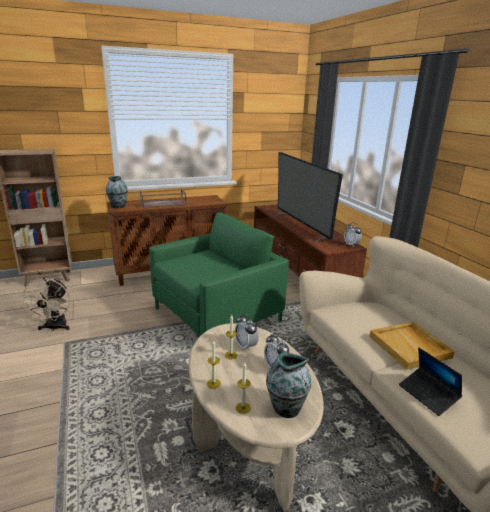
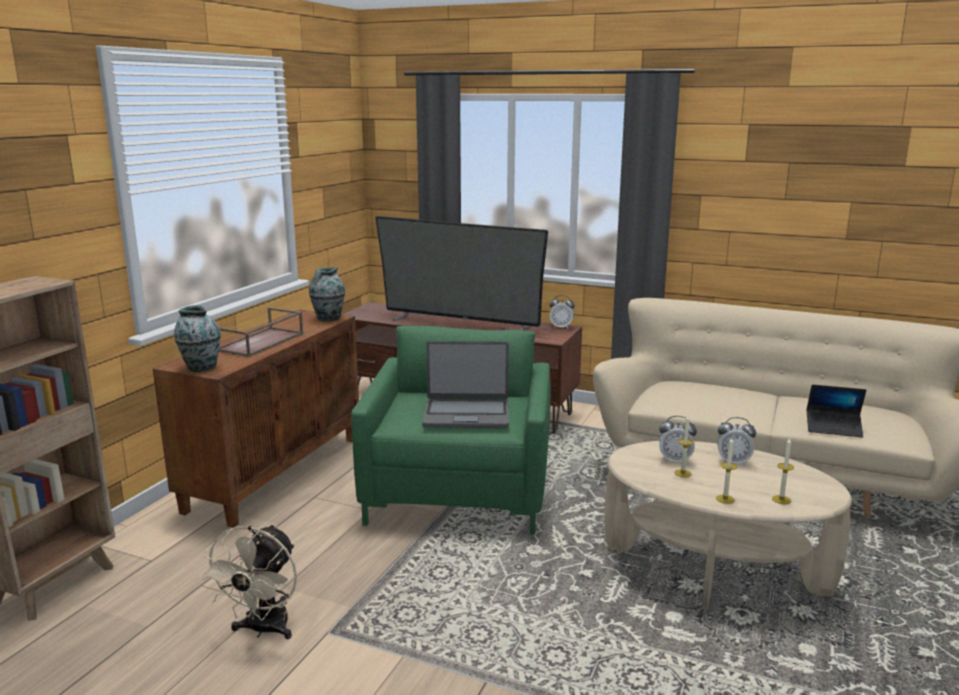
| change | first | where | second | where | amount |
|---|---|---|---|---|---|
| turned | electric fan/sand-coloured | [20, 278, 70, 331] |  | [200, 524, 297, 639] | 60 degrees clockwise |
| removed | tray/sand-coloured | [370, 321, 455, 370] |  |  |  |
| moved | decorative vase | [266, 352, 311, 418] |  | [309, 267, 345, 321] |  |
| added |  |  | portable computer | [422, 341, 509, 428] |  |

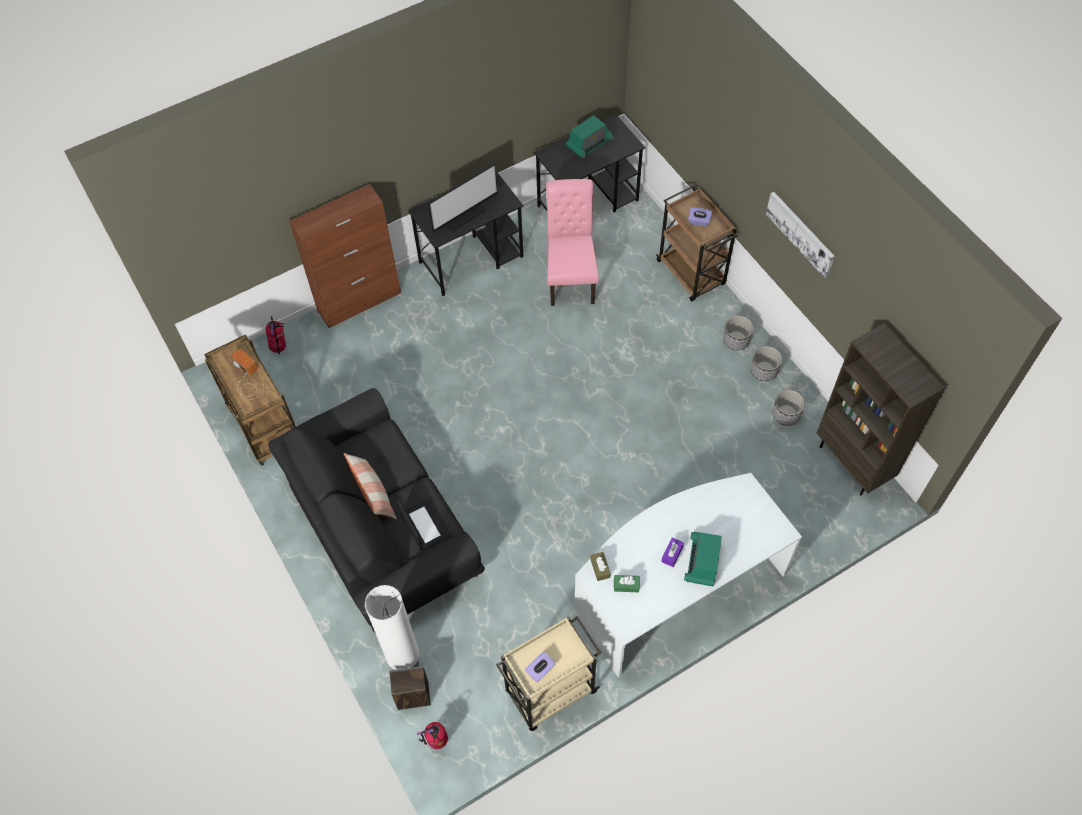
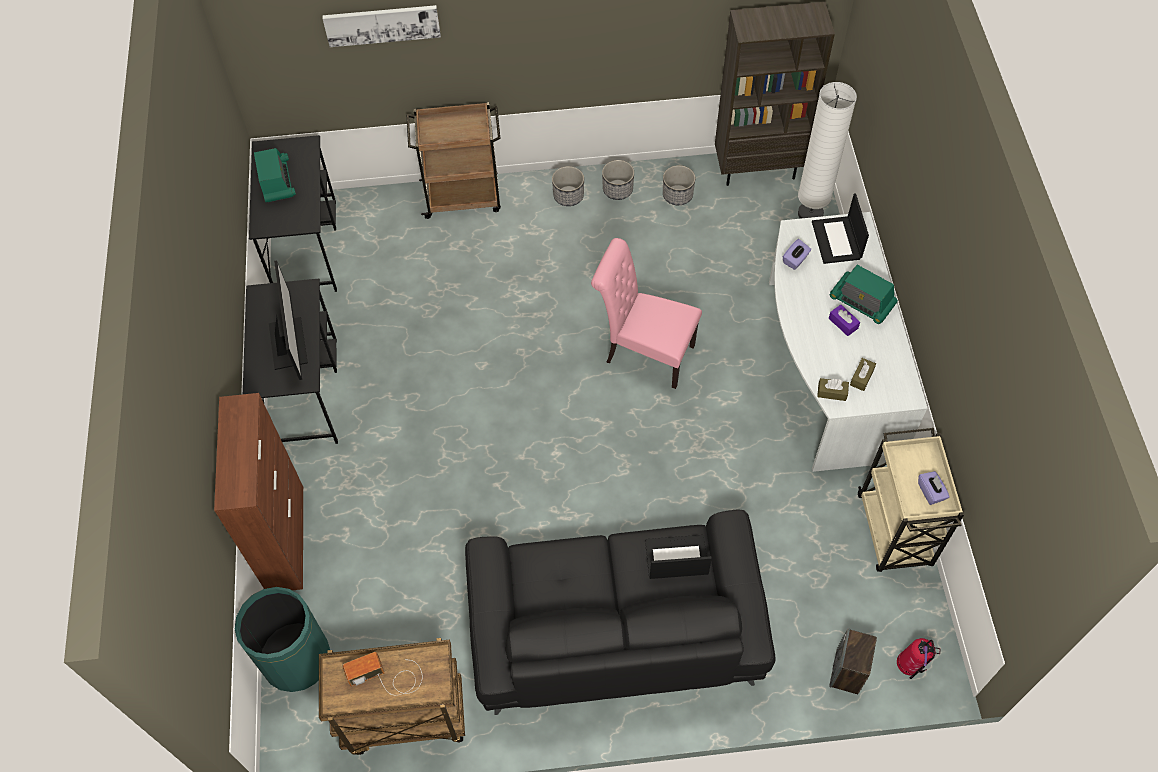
| change | first | where | second | where | amount |
|---|---|---|---|---|---|
| moved | plain chair/pink | [546, 179, 599, 306] |  | [591, 238, 702, 389] |  |
| moved | picture | [766, 192, 835, 278] |  | [322, 5, 441, 47] |  |
| moved | box of tissues/purplish | [688, 207, 712, 227] |  | [783, 239, 811, 270] |  |
| replaced | fire extinguisher | [266, 316, 286, 354] | trash can/green | [235, 587, 330, 692] |  |
| removed | cushion | [344, 453, 397, 519] |  |  |  |
| recoloured | box of tissues/green | [614, 575, 640, 592] | box of tissues/brown | [850, 358, 876, 391] |  |
| moved | standard lamp/white | [365, 585, 419, 670] |  | [798, 82, 857, 219] |  |
| added |  |  | portable computer | [812, 193, 869, 264] |  |

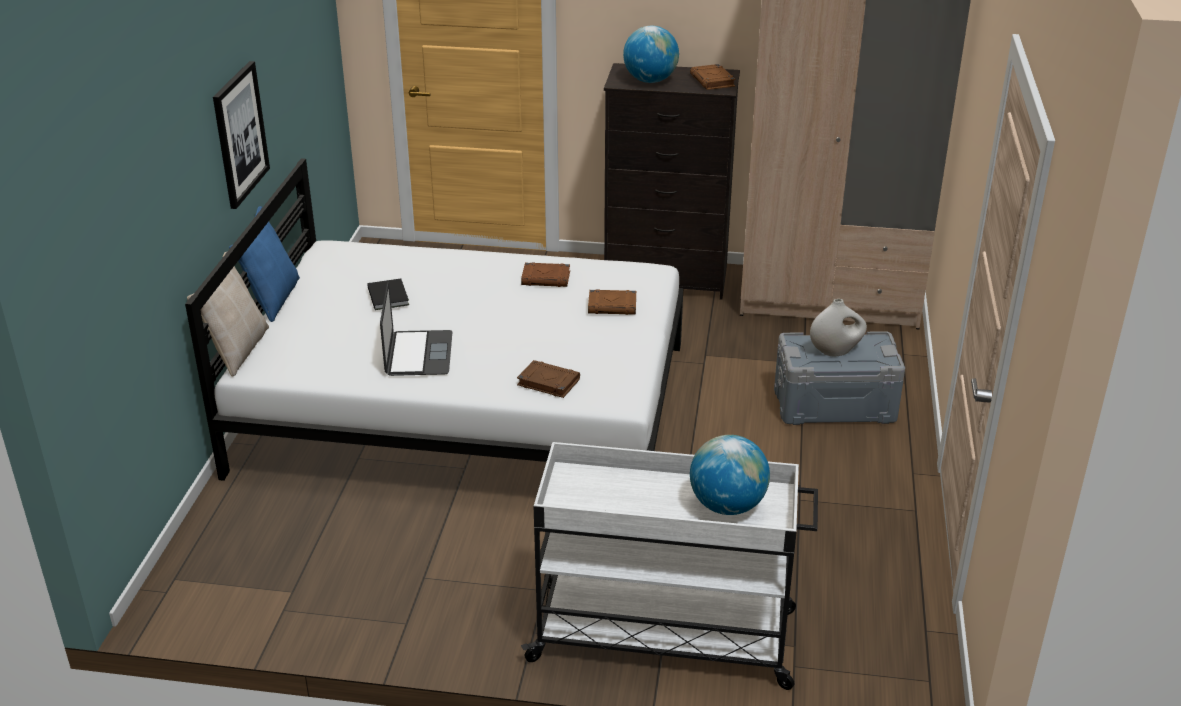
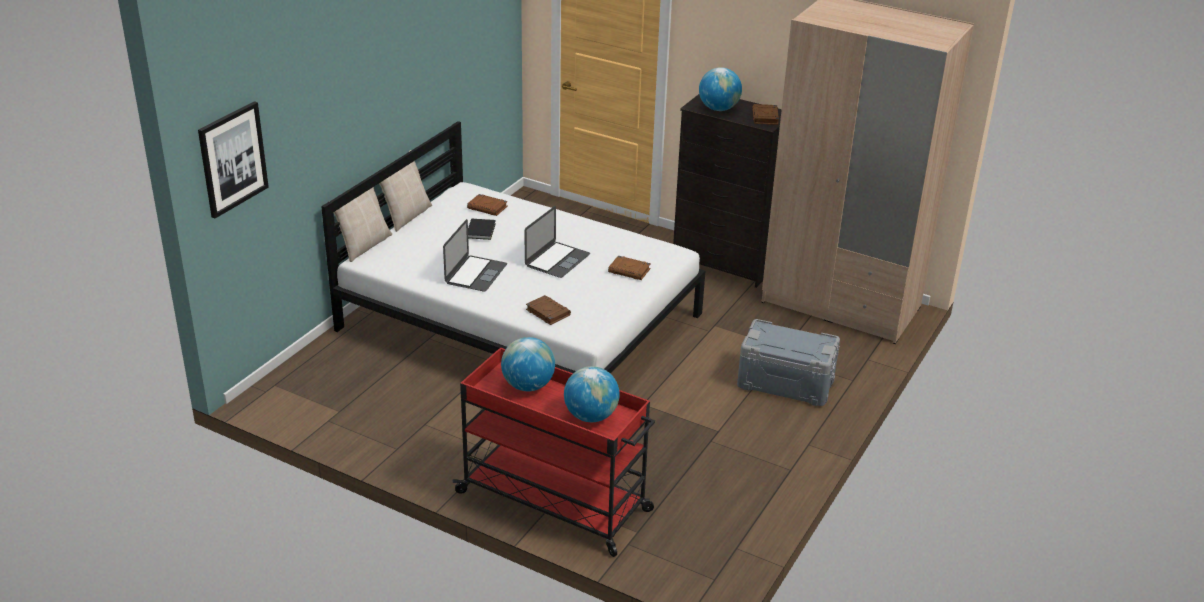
| change | first | where | second | where | amount |
|---|---|---|---|---|---|
| moved | picture | [213, 61, 270, 209] |  | [198, 101, 269, 218] |  |
| recoloured | cushion/bluish | [229, 206, 300, 322] | cushion/sand-coloured | [379, 150, 432, 232] |  |
| moved | book/brown | [521, 262, 570, 287] |  | [467, 194, 508, 216] |  |
| removed | decorative vase/white | [810, 299, 867, 356] |  |  |  |
| recoloured | trolley/white | [521, 442, 818, 690] | trolley/reddish | [453, 347, 655, 557] |  |
| added |  |  | portable computer | [525, 206, 590, 278] |  |
| added |  |  | world globe | [501, 337, 555, 391] |  |

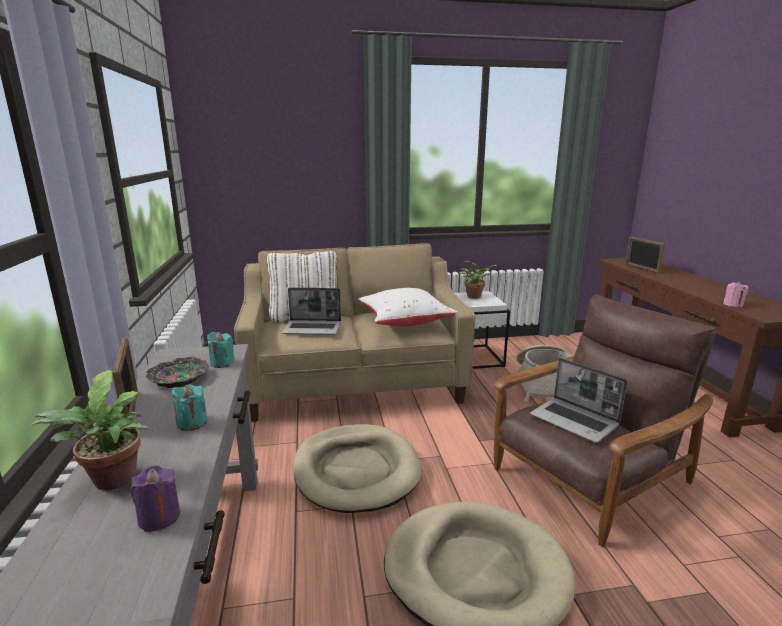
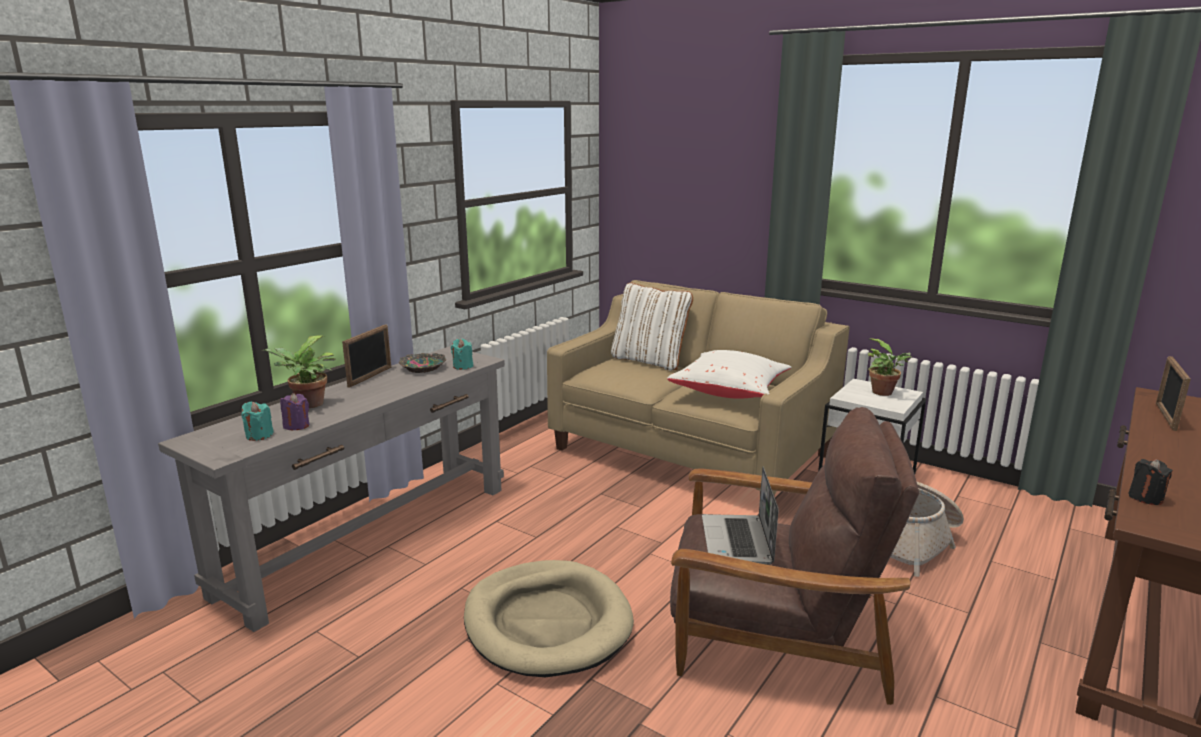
| change | first | where | second | where | amount |
|---|---|---|---|---|---|
| recoloured | wax light/pink | [723, 281, 749, 307] | wax light/black-coloured | [1128, 459, 1173, 505] |  |
| removed | portable computer | [282, 288, 341, 335] |  |  |  |
| moved | wax light/turquoise-coloured | [172, 384, 207, 431] |  | [241, 402, 274, 441] |  |
| removed | dog bed/sand-coloured | [293, 424, 421, 513] |  |  |  |

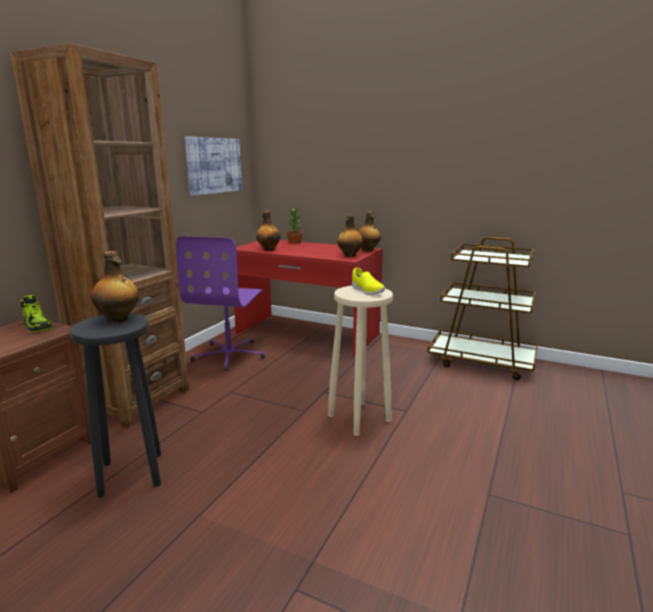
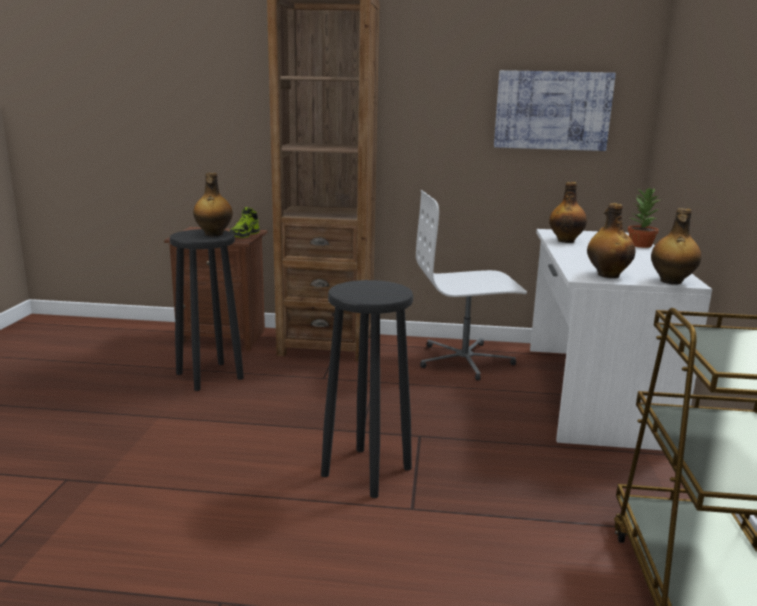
| change | first | where | second | where | amount |
|---|---|---|---|---|---|
| recoloured | desk chair/purplish | [176, 236, 265, 371] | desk chair/white | [416, 190, 527, 381] |  |
| recoloured | desk table/reddish | [234, 240, 383, 357] | desk table/white | [530, 229, 712, 450] |  |
| removed | item of footwear/yellowish | [352, 267, 385, 295] |  |  |  |
| recoloured | sitting stool/sand-coloured | [328, 286, 393, 436] | sitting stool/black-coloured | [321, 280, 413, 498] |  |

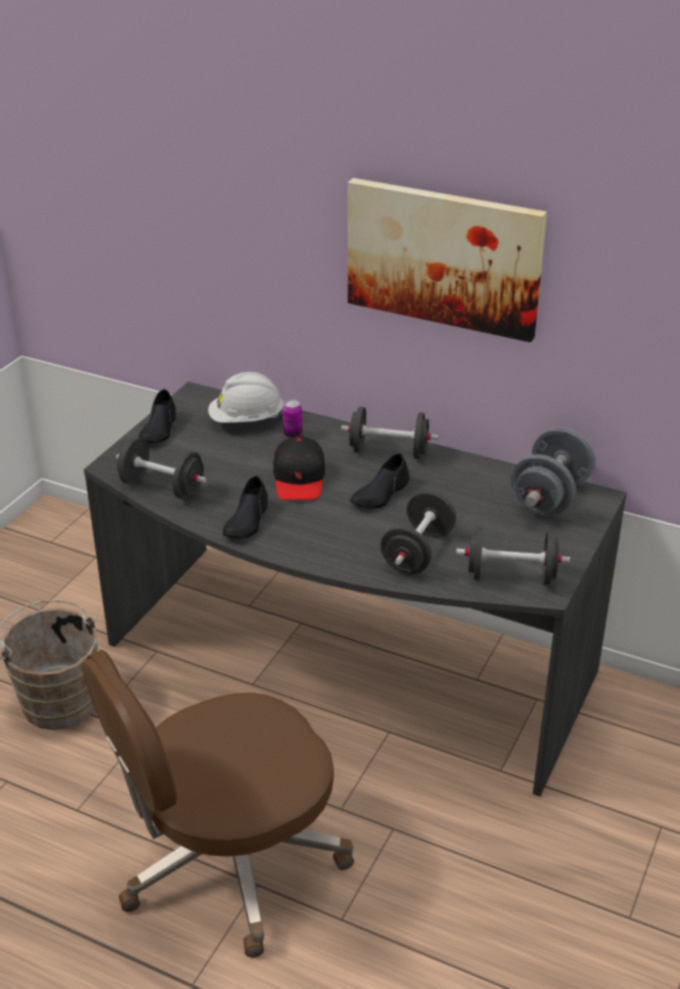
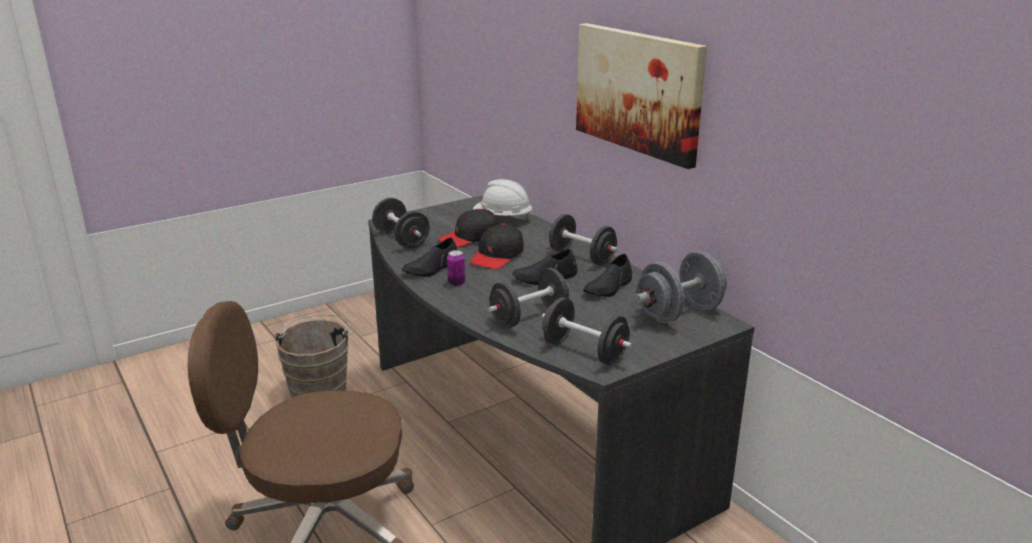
| change | first | where | second | where | amount |
|---|---|---|---|---|---|
| moved | item of footwear/black-coloured | [138, 389, 176, 443] |  | [583, 254, 632, 297] |  |
| moved | metal can | [283, 400, 302, 438] |  | [447, 250, 465, 286] |  |
| added |  |  | baseball cap/black-coloured | [438, 208, 498, 247] |  |

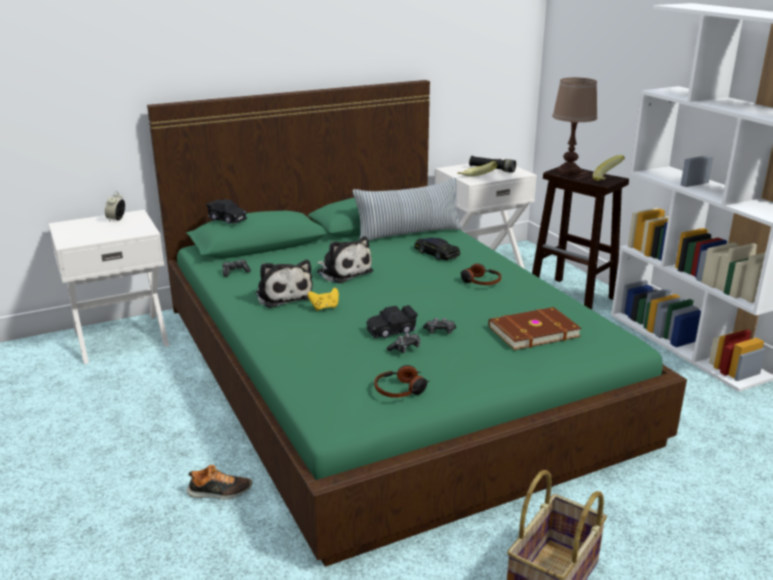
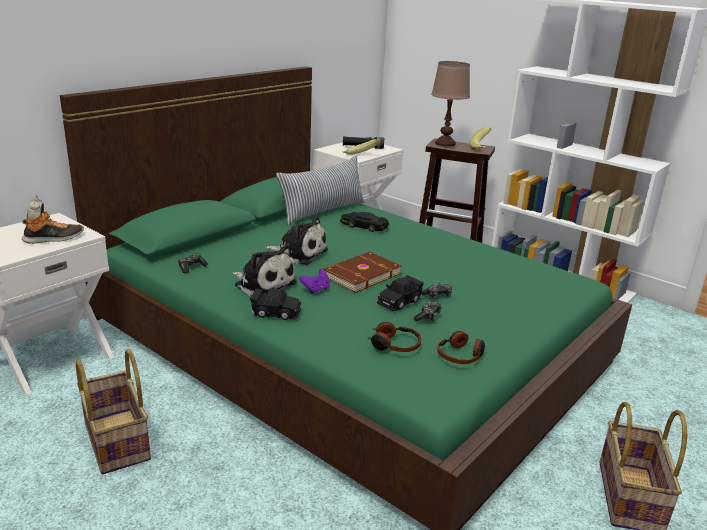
| change | first | where | second | where | amount |
|---|---|---|---|---|---|
| moved | miniature car/black-coloured | [206, 199, 247, 224] |  | [250, 288, 301, 320] |  |
| moved | headset | [459, 264, 501, 285] |  | [367, 322, 421, 352] |  |
| recoloured | game controller/yellowish | [308, 288, 339, 311] | game controller/purplish | [300, 269, 329, 294] |  |
| moved | book/brown | [488, 307, 582, 350] |  | [323, 252, 402, 293] |  |
| moved | item of footwear | [187, 465, 252, 499] |  | [22, 211, 84, 244] |  |
| added |  |  | household basket | [76, 349, 151, 474] |  |

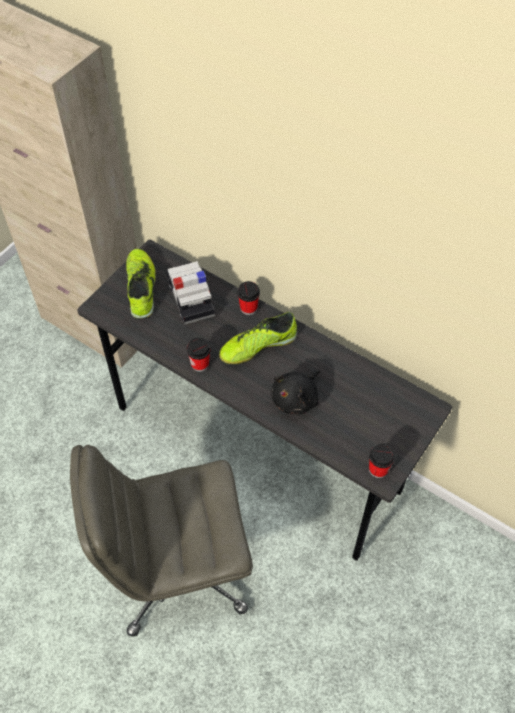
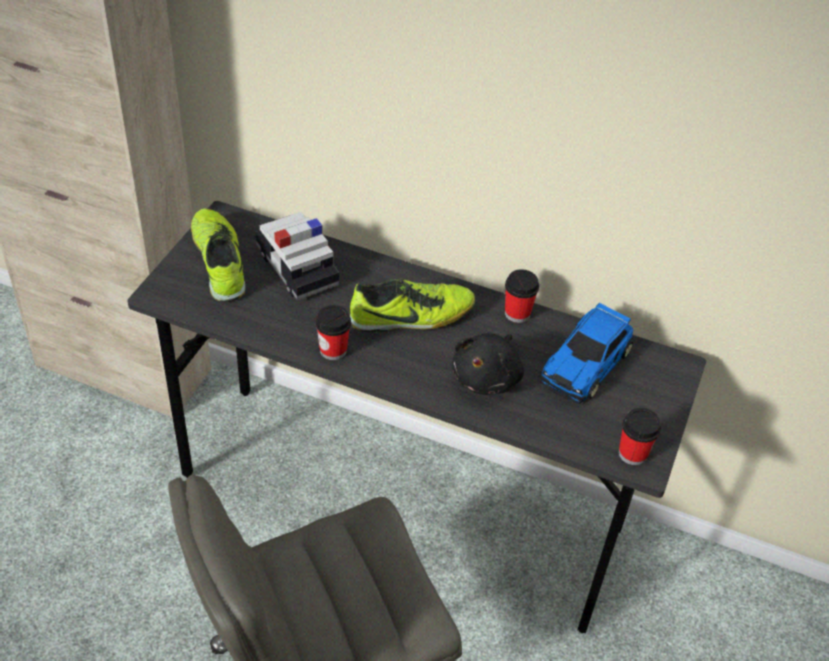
| change | first | where | second | where | amount |
|---|---|---|---|---|---|
| moved | small cup | [237, 281, 260, 315] |  | [505, 269, 539, 323] |  |
| turned | item of footwear | [219, 312, 297, 365] |  | [350, 278, 475, 332] | 150 degrees counterclockwise |
| added |  |  | miniature car | [540, 302, 633, 404] |  |

